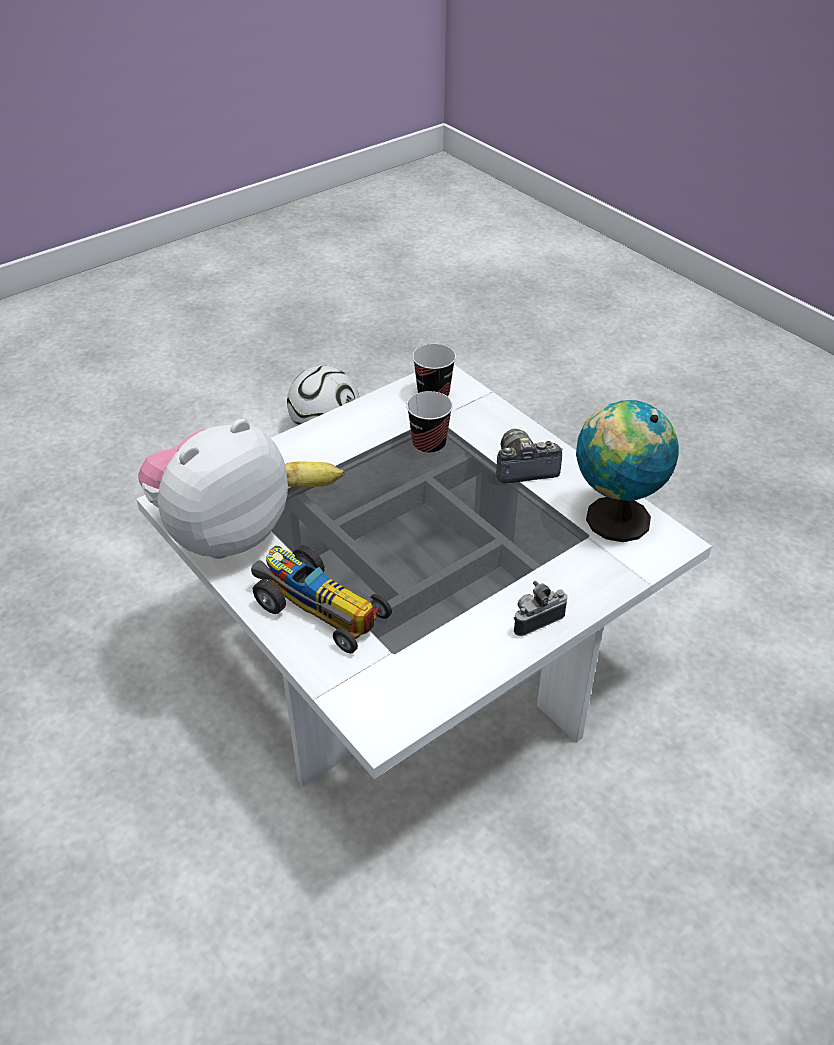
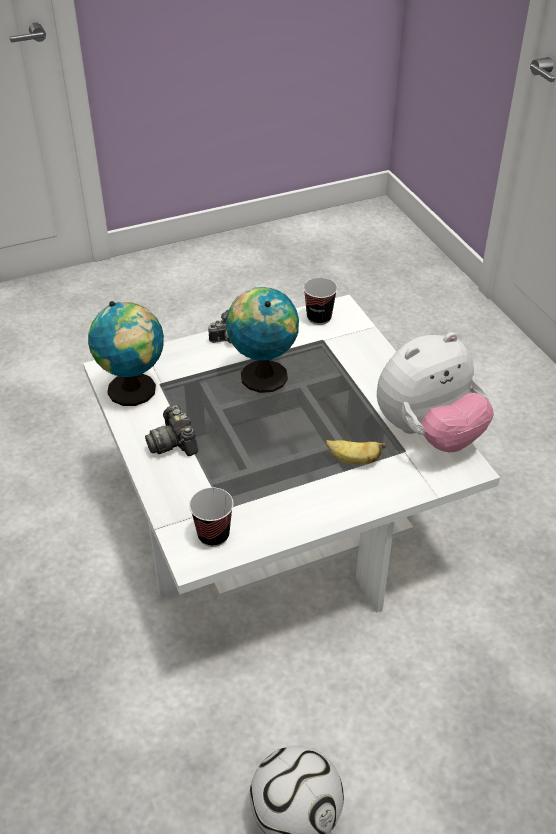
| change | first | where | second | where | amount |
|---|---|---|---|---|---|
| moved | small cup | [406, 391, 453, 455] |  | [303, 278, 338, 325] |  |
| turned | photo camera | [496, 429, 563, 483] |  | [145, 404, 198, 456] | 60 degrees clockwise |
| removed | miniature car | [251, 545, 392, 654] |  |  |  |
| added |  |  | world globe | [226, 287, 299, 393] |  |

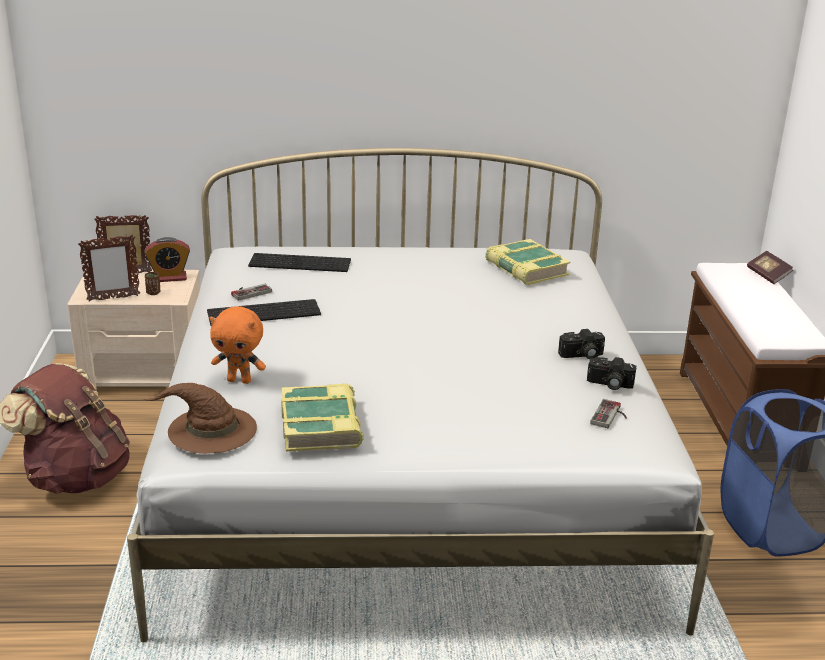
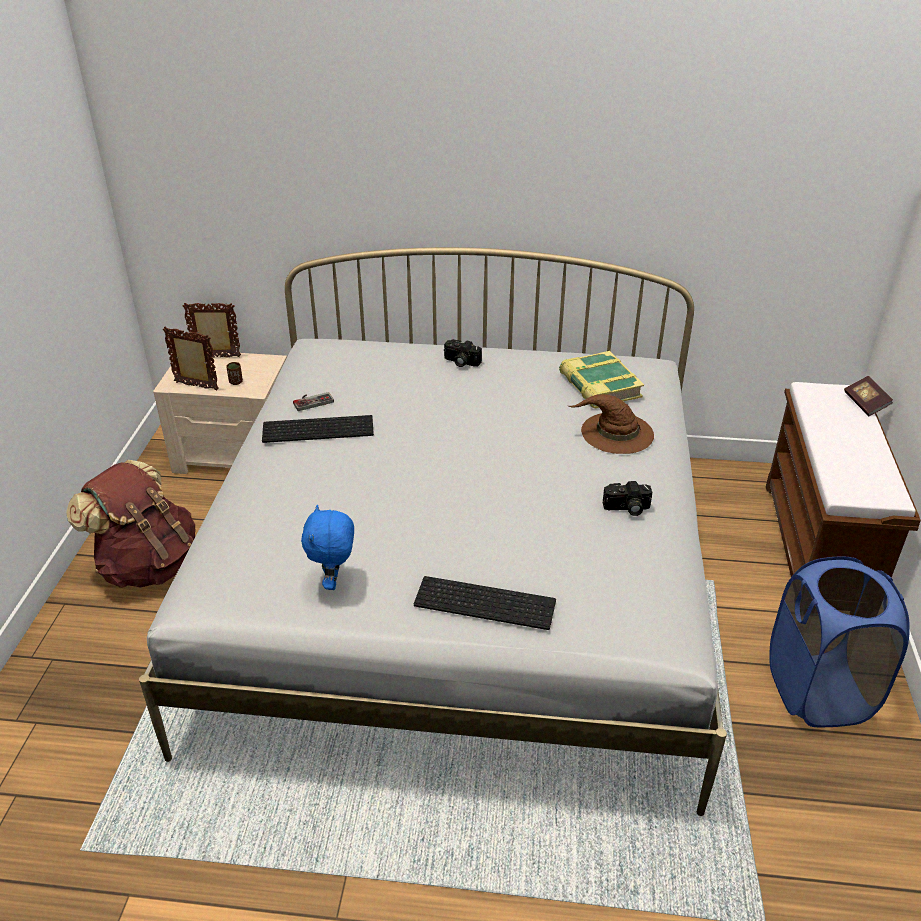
| change | first | where | second | where | amount |
|---|---|---|---|---|---|
| turned | photo frame | [78, 234, 140, 302] |  | [163, 327, 219, 391] | 150 degrees counterclockwise |
| removed | table clock | [145, 237, 190, 282] |  |  |  |
| moved | PC keyboard | [248, 253, 351, 272] |  | [414, 576, 556, 630] |  |
| removed | plush toy/orange-coloured | [209, 306, 266, 384] |  |  |  |
| moved | photo camera | [587, 357, 636, 390] |  | [444, 339, 482, 367] |  |
| moved | hat/brown | [144, 383, 257, 454] |  | [569, 394, 654, 454] |  |
| replaced | book | [281, 383, 364, 452] | plush toy/bluish | [301, 505, 354, 590] |  |
| removed | game controller | [590, 399, 627, 428] |  |  |  |

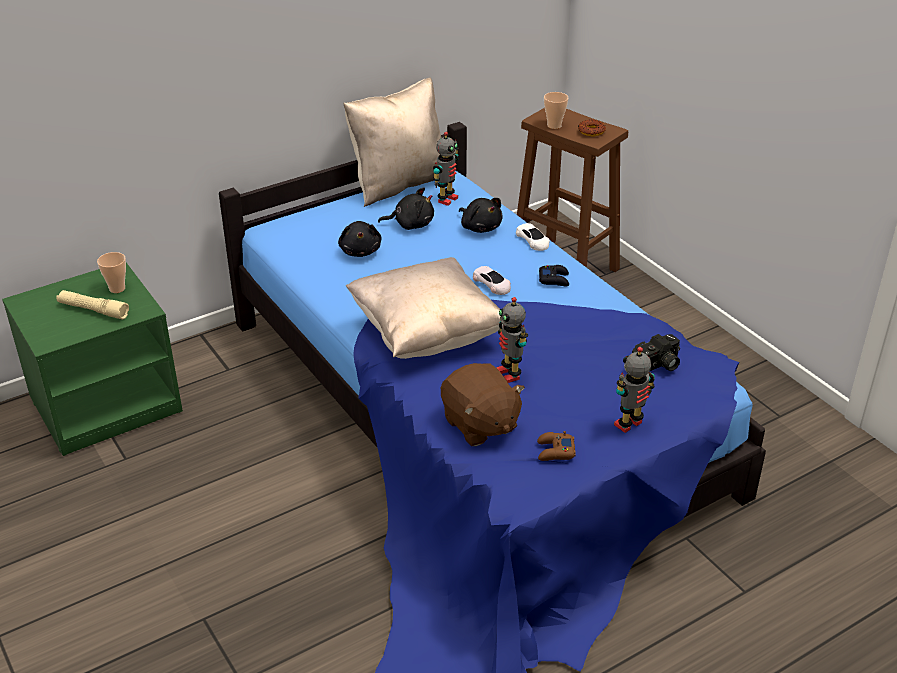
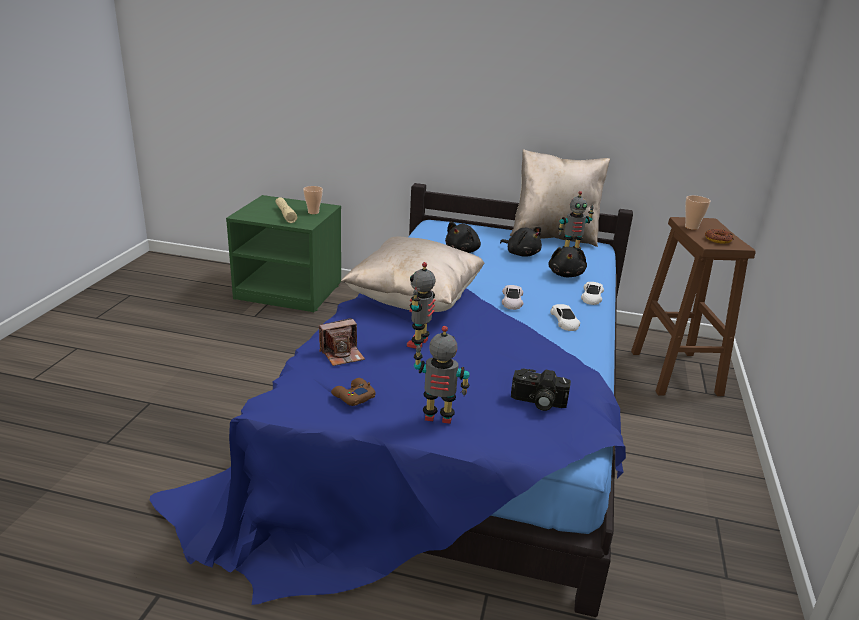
| change | first | where | second | where | amount |
|---|---|---|---|---|---|
| replaced | game controller/black-coloured | [539, 265, 569, 287] | miniature car/white | [550, 304, 580, 331] |  |
| replaced | plush toy/brown | [441, 363, 525, 446] | photo camera | [319, 318, 365, 366] |  |

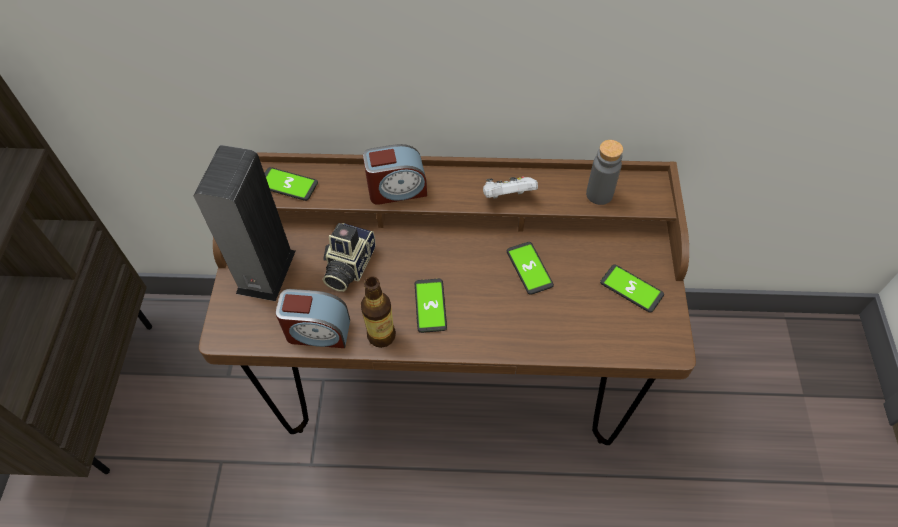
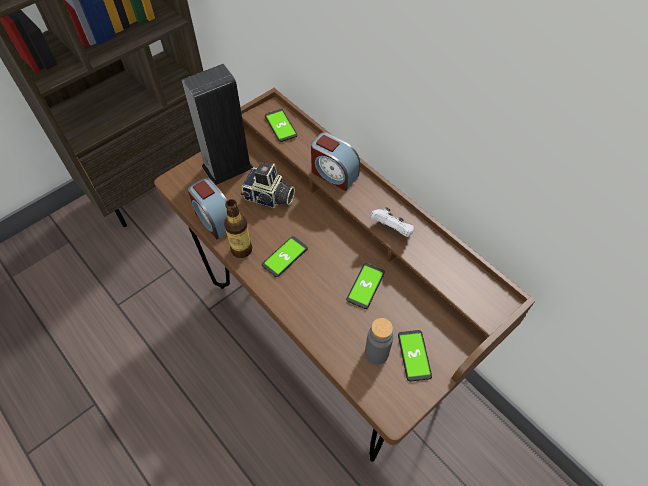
| change | first | where | second | where | amount |
|---|---|---|---|---|---|
| moved | drink bottle/gray | [586, 140, 623, 205] |  | [365, 318, 393, 365] |  |
| turned | photo camera | [323, 223, 376, 292] |  | [241, 162, 295, 208] | 135 degrees counterclockwise |

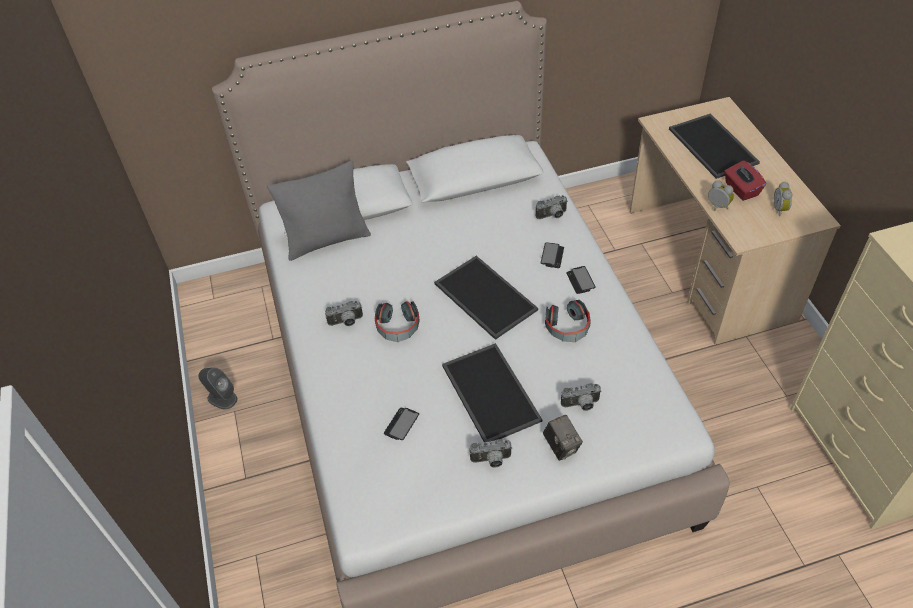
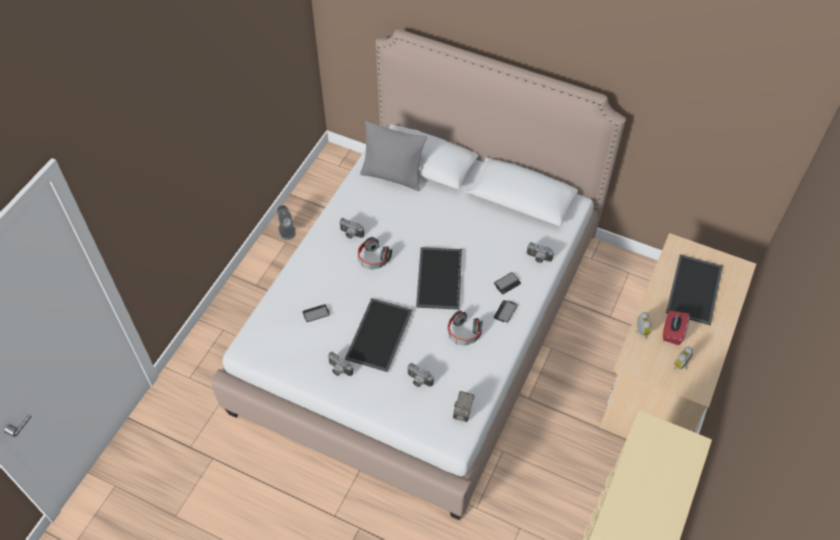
| change | first | where | second | where | amount |
|---|---|---|---|---|---|
| moved | photo camera | [543, 415, 583, 461] |  | [453, 391, 474, 422] |  |

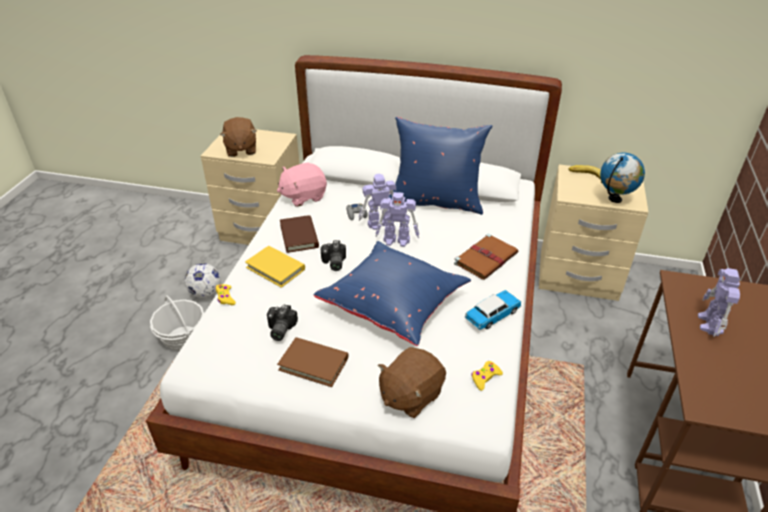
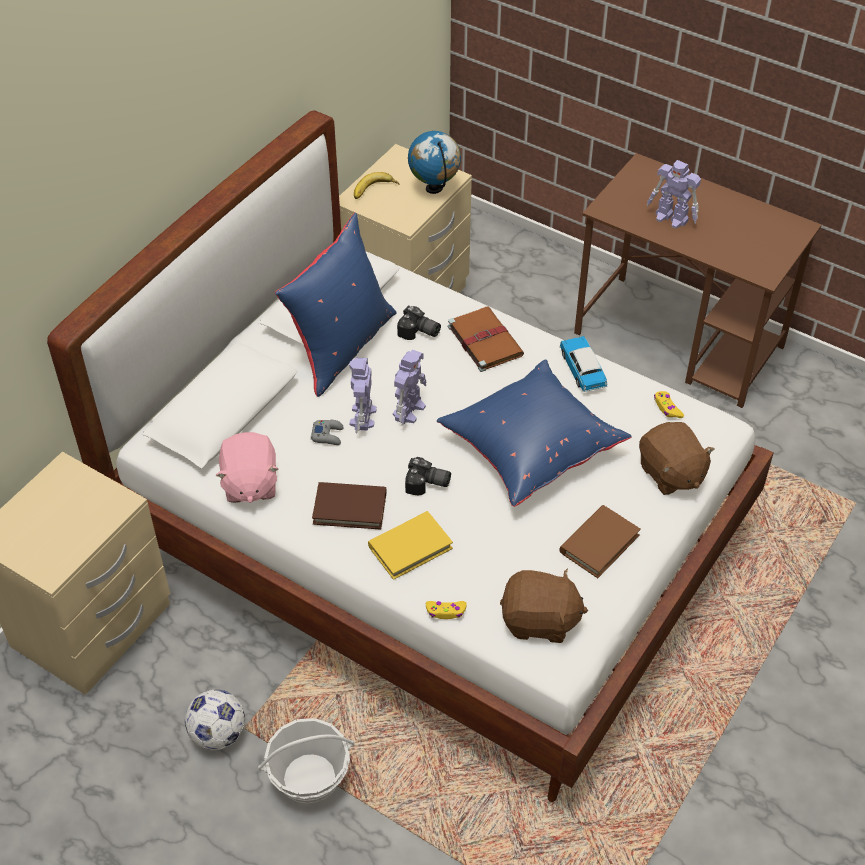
| change | first | where | second | where | amount |
|---|---|---|---|---|---|
| moved | plush toy/brown | [220, 117, 257, 157] |  | [500, 568, 588, 643] |  |
| moved | photo camera | [267, 304, 298, 341] |  | [397, 306, 441, 340] |  |

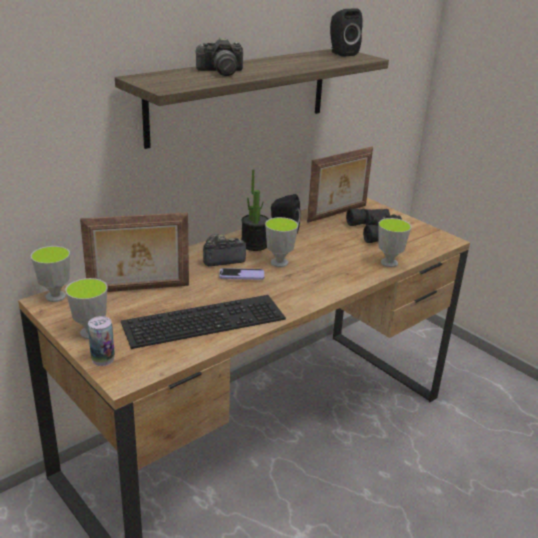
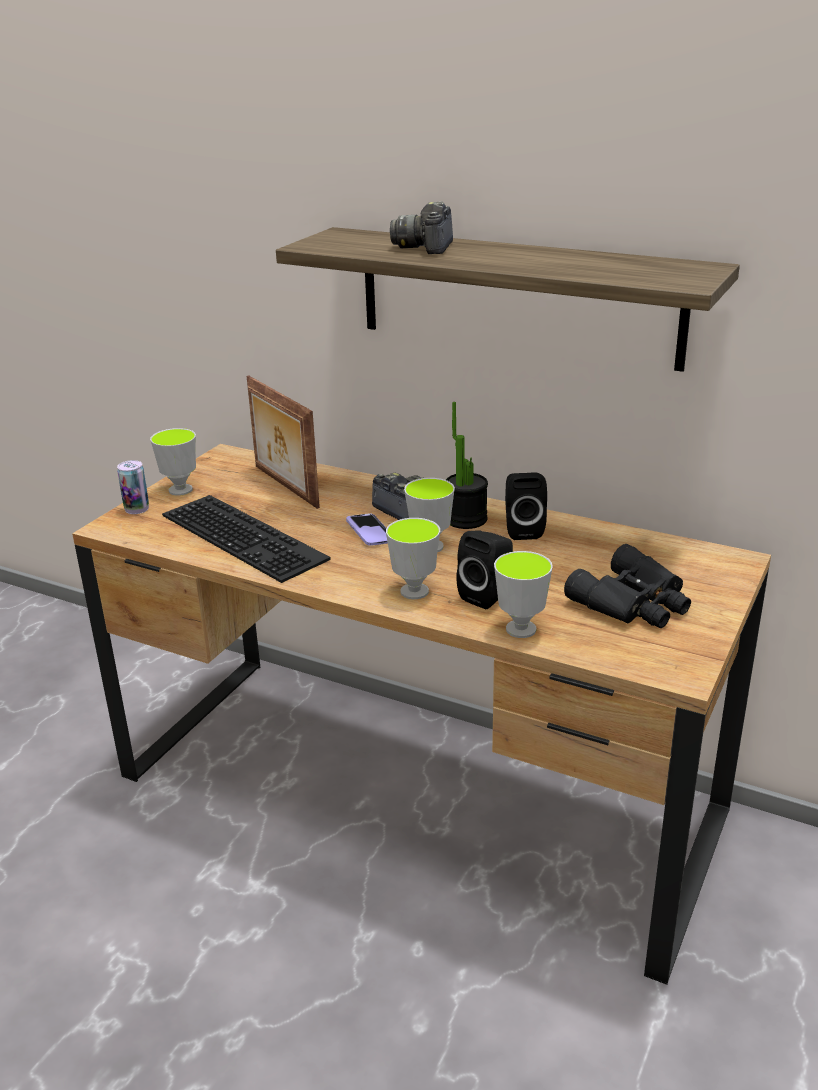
| change | first | where | second | where | amount |
|---|---|---|---|---|---|
| moved | audio speaker/black-coloured | [330, 8, 363, 57] |  | [456, 530, 513, 609] |  |
| turned | photo camera | [194, 37, 243, 76] |  | [390, 201, 453, 254] | 45 degrees clockwise |
| removed | photo frame | [307, 147, 373, 223] |  |  |  |
| moved | small cup | [31, 246, 70, 302] |  | [386, 518, 440, 599] |  |

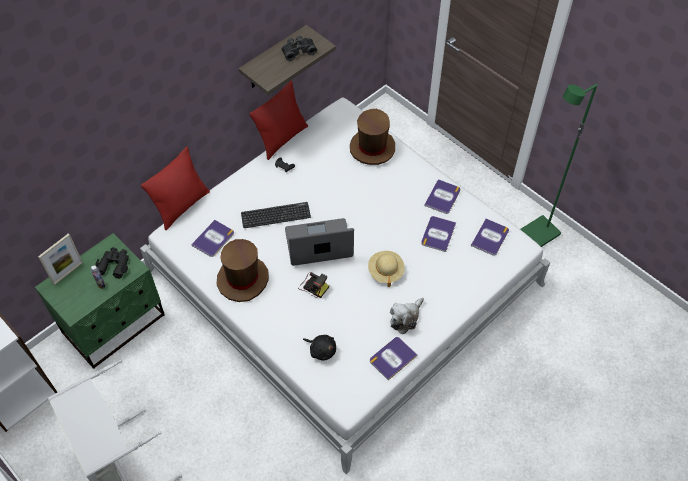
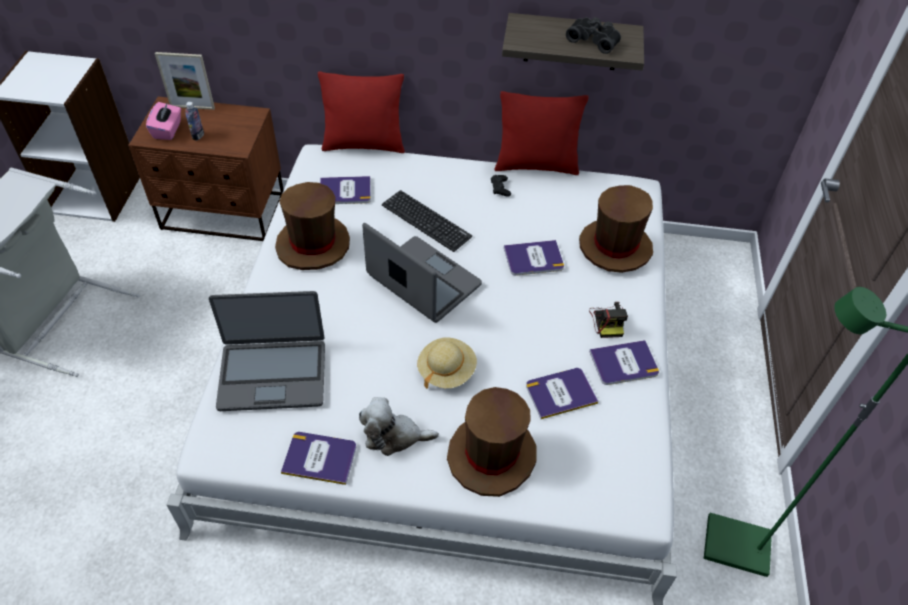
| change | first | where | second | where | amount |
|---|---|---|---|---|---|
| moved | book | [471, 219, 509, 256] |  | [504, 240, 564, 276] |  |
| recoloured | bedside table/green | [35, 233, 165, 369] | bedside table/brown | [128, 96, 284, 241] |  |
| removed | field glasses/black-coloured | [95, 247, 129, 278] |  |  |  |
| moved | photo camera | [298, 272, 329, 298] |  | [589, 302, 628, 338] |  |
| replaced | plush toy/black-coloured | [303, 335, 336, 360] | portable computer | [209, 291, 325, 411] |  |
| added |  |  | box of tissues/pink | [146, 102, 181, 140] |  |
| added |  |  | hat/brown | [447, 387, 536, 497] |  |

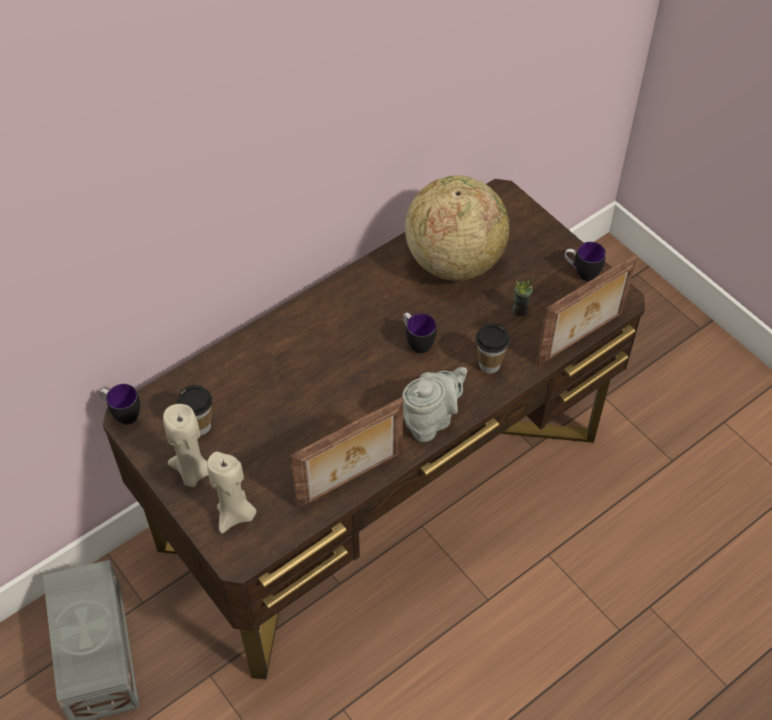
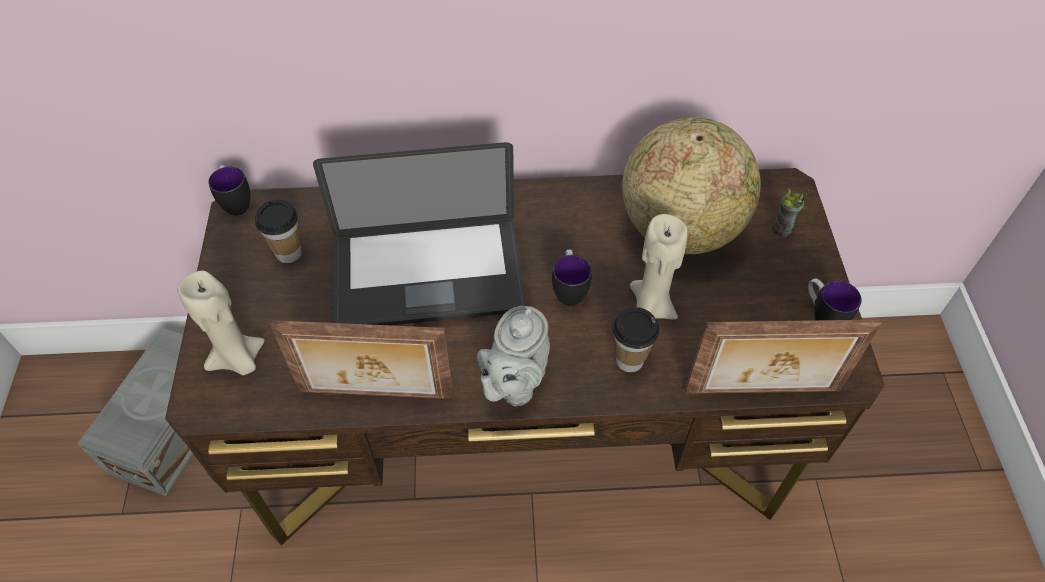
| change | first | where | second | where | amount |
|---|---|---|---|---|---|
| moved | small cup | [513, 276, 533, 317] |  | [772, 189, 809, 238] |  |
| turned | teapot/gray | [402, 367, 467, 442] |  | [477, 306, 550, 406] | 120 degrees clockwise |
| moved | wax light/sand-coloured | [163, 404, 208, 487] |  | [630, 214, 687, 320] |  |
| added |  |  | portable computer | [313, 142, 526, 325] |  |

